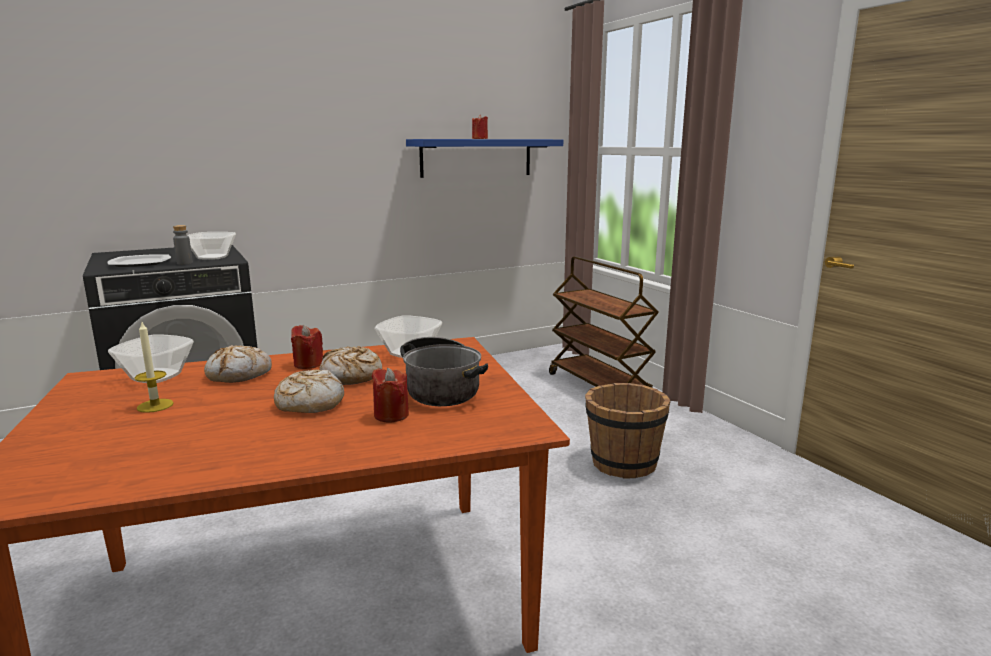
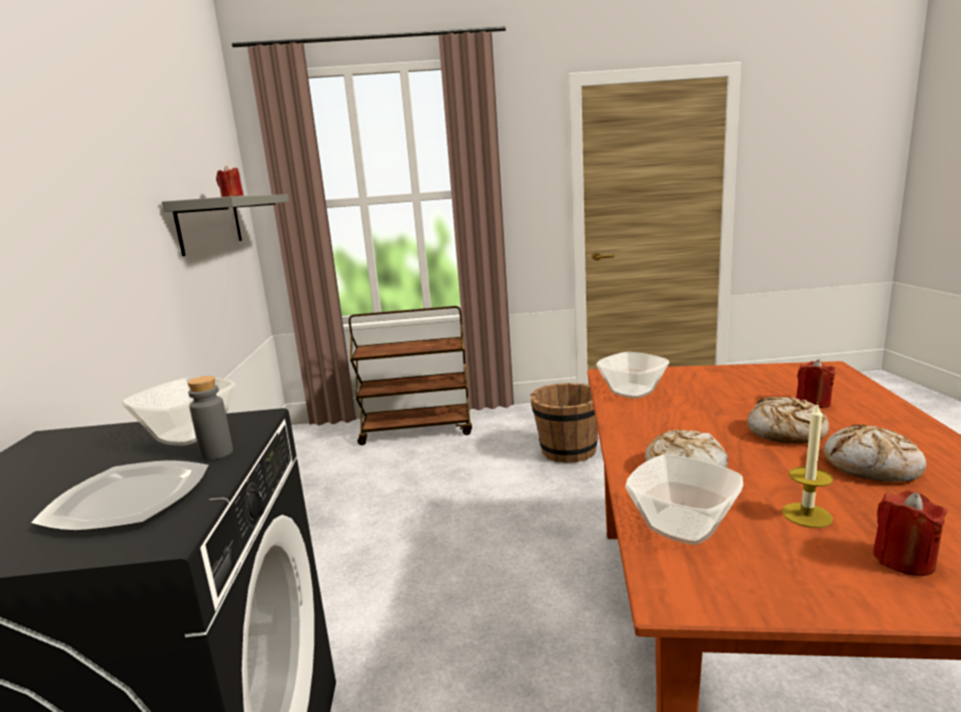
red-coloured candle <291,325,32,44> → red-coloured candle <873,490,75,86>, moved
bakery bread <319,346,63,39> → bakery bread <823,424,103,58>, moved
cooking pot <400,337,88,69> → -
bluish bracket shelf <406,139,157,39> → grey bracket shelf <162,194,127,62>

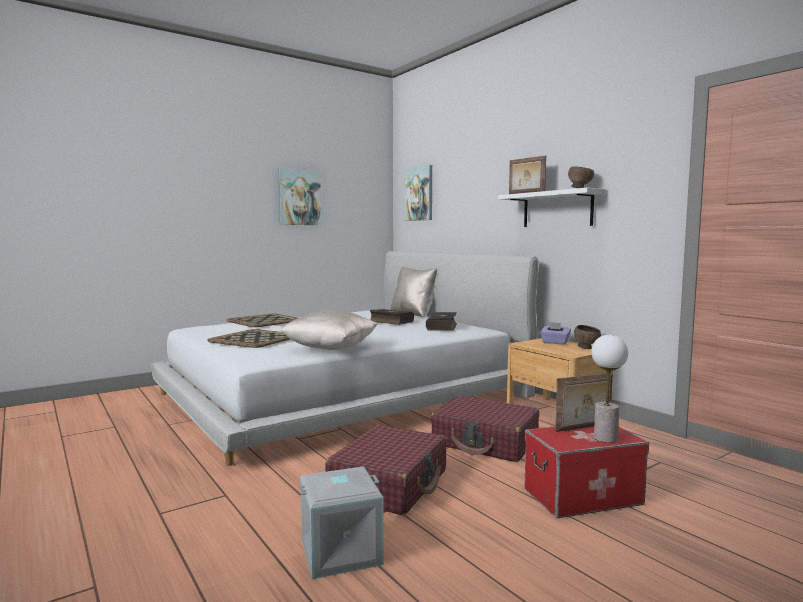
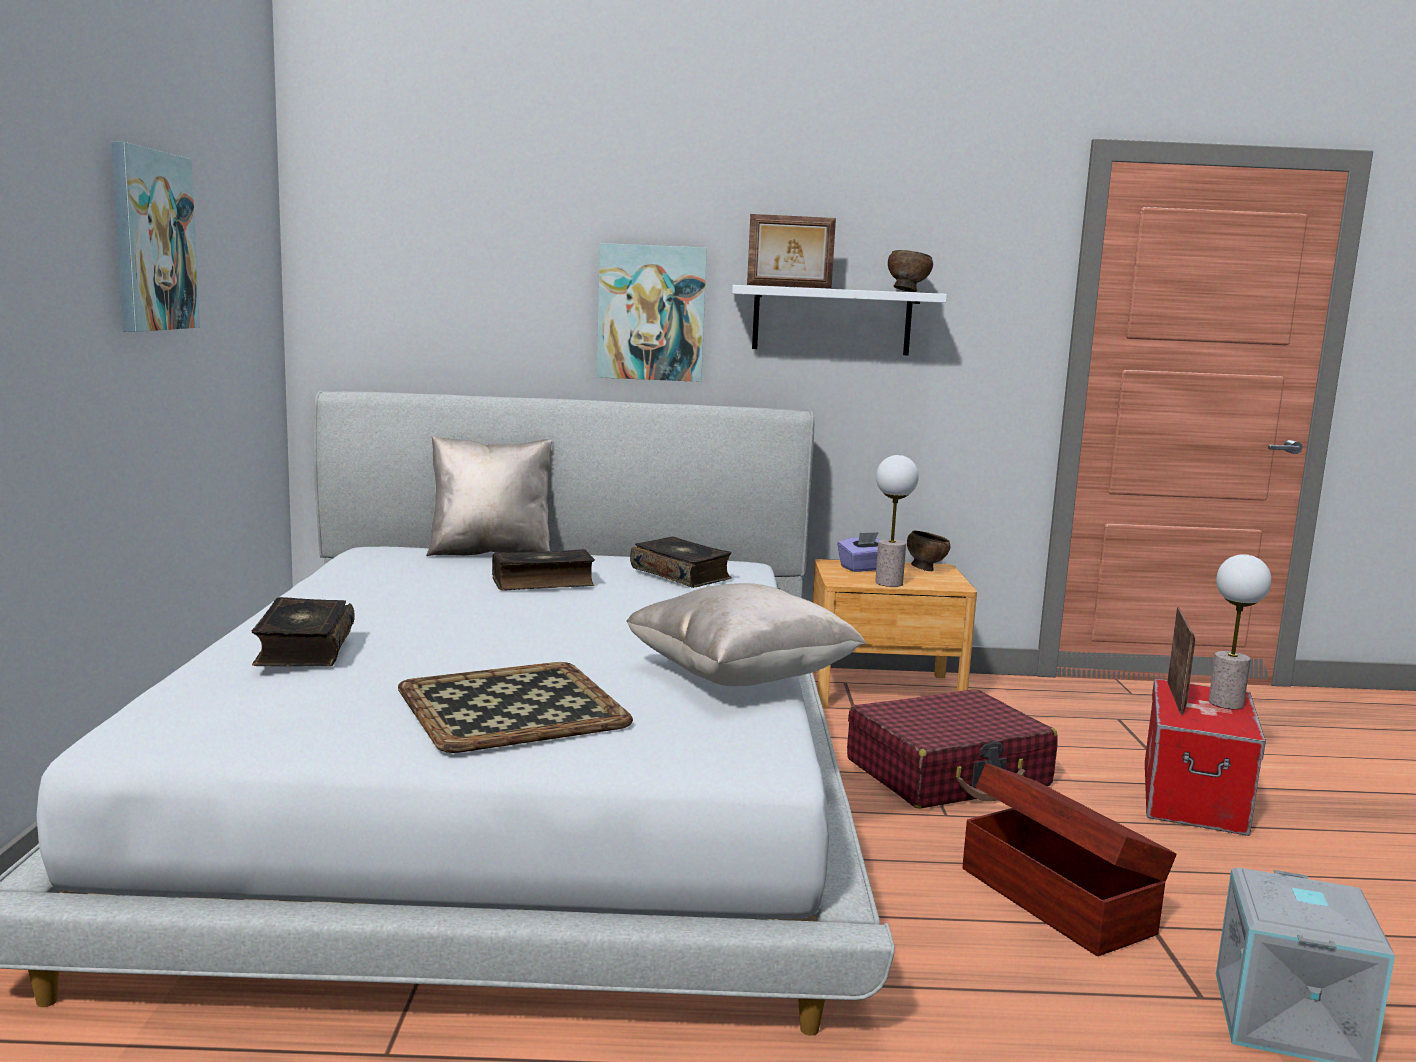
serving tray <226,313,72,14> → book <252,597,102,69>
red-coloured travel case <325,425,121,90> → brown-coloured storage box <963,763,214,193>
wall art <404,165,28,56> → wall art <597,243,110,139>, moved
- → table lamp <875,455,44,132>

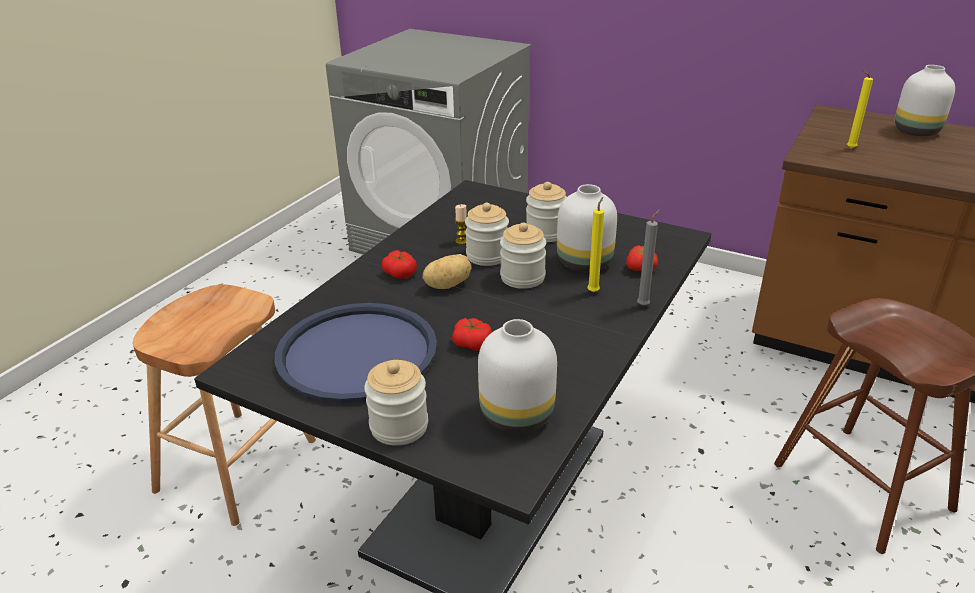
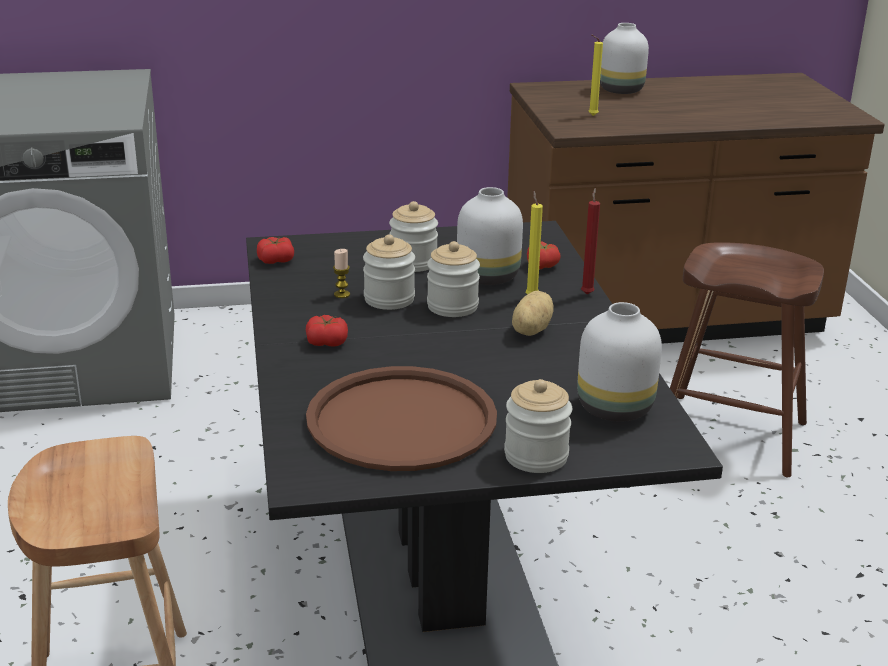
bluish serving tray <275,303,162,100> → brown-coloured serving tray <306,366,191,105>
potato <423,254,48,35> → potato <512,291,42,45>, moved
fresh tomato <452,318,40,32> → fresh tomato <257,237,37,27>, moved
grey candle <637,209,23,97> → red-coloured candle <581,188,19,107>

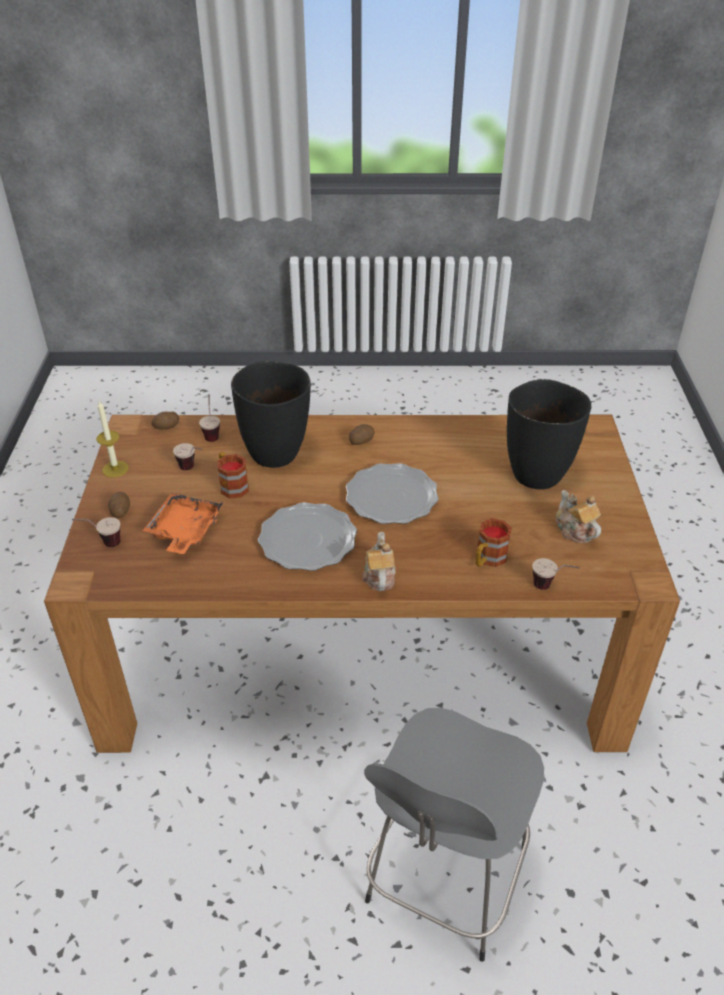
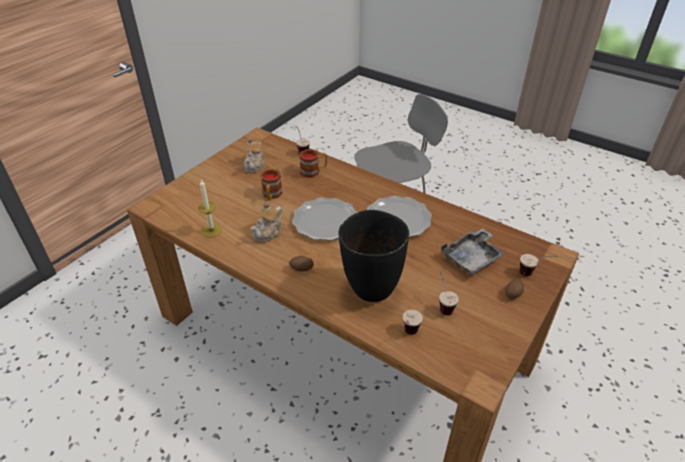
candle <96,401,33,76> → candle <198,180,24,58>, moved
orange-coloured serving tray <143,493,79,61> → grey serving tray <441,228,64,47>
potato <152,411,27,19> → -
coffee mug <217,452,32,46> → coffee mug <260,169,22,31>, moved
tea pot <362,531,34,60> → tea pot <251,202,32,41>, moved
black decorative vase <507,379,84,110> → -

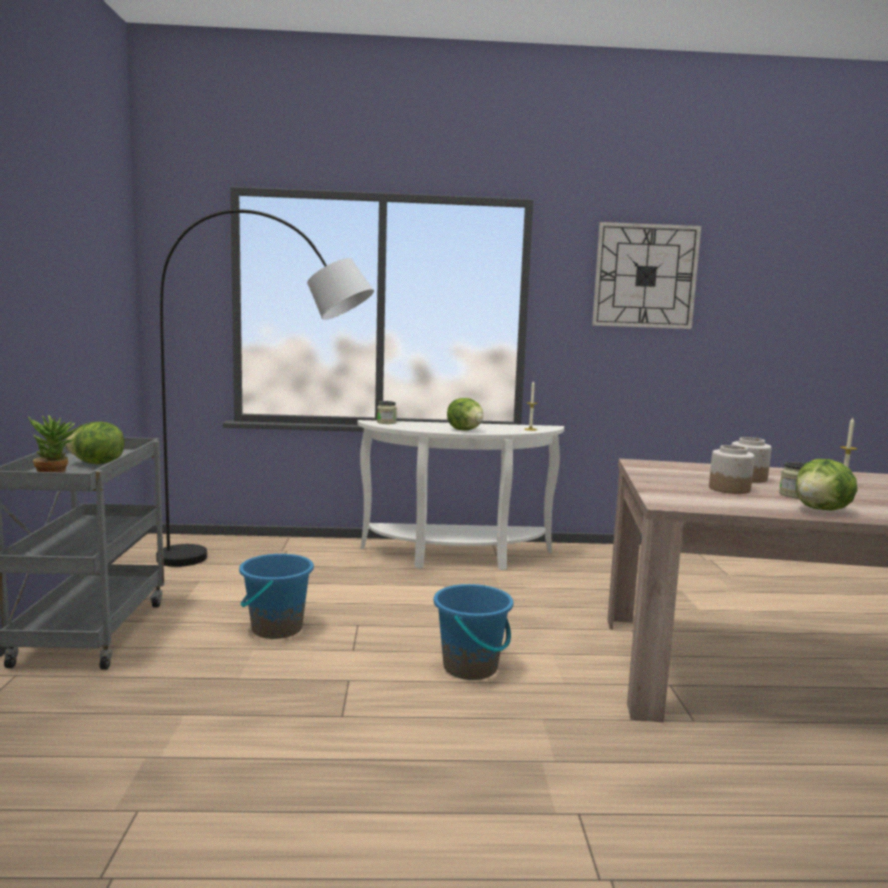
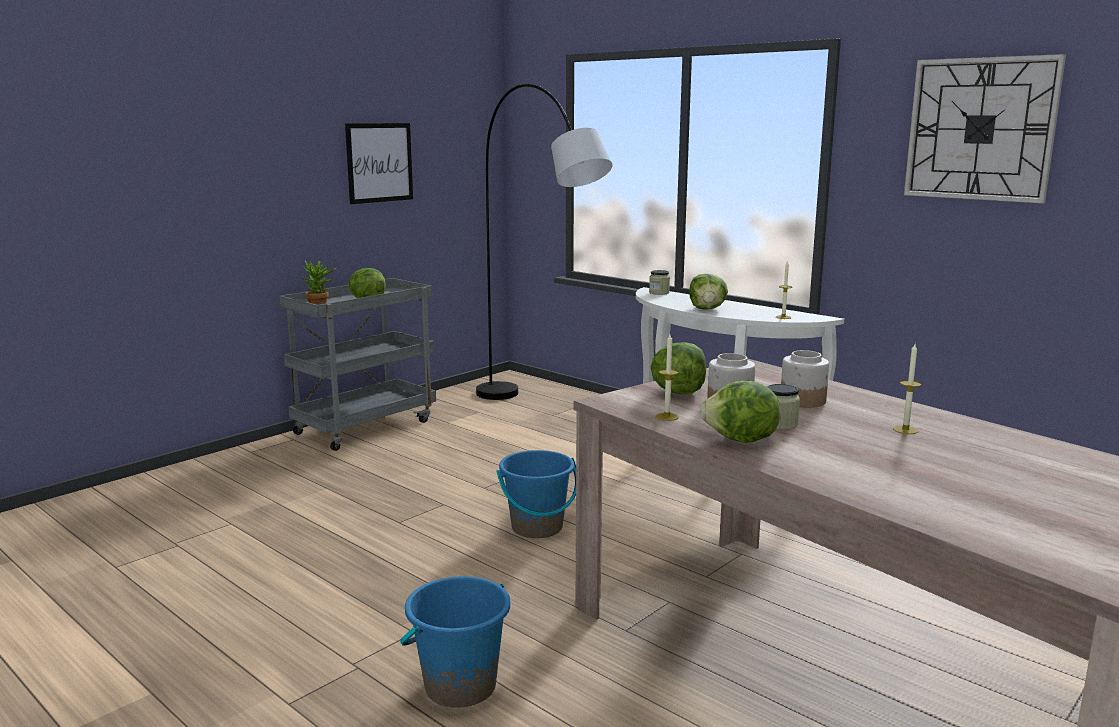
bluish water bucket <239,554,75,85> → bluish water bucket <400,576,110,132>, moved
- → wall art <345,123,68,81>
- → lettuce head <651,342,55,52>
- → candle <656,334,23,87>

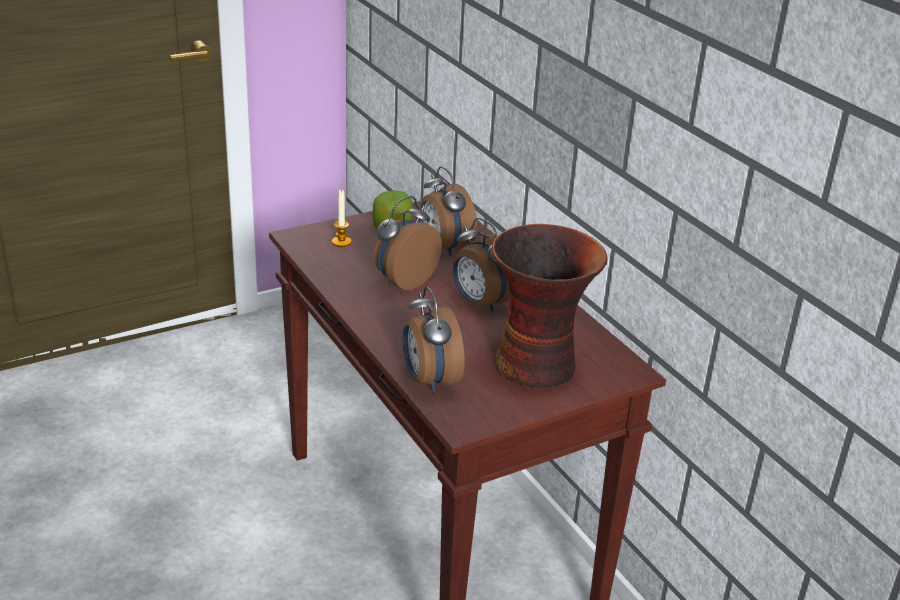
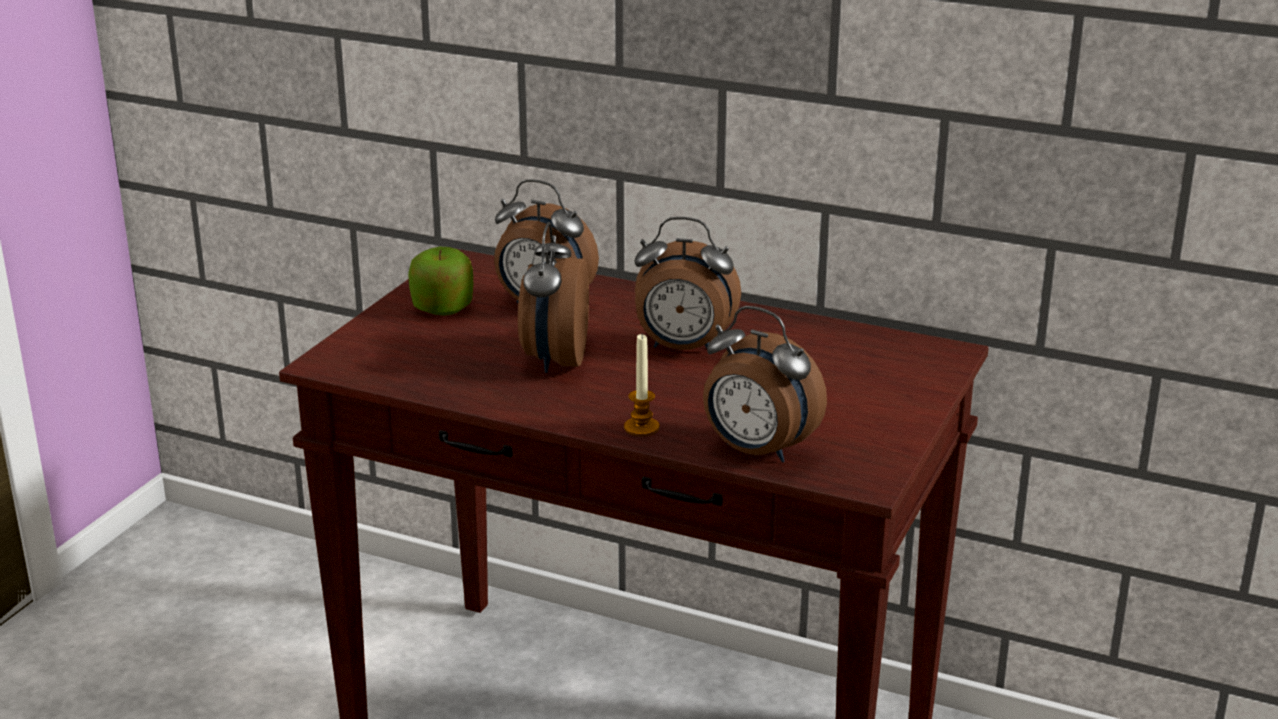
candle <332,189,20,58> → candle <624,334,35,102>, moved
decorative vase <492,224,116,164> → -

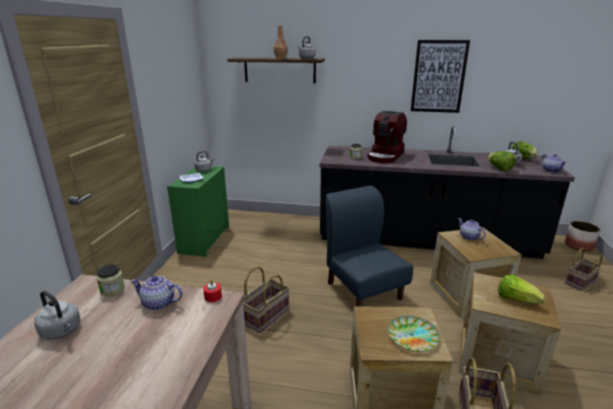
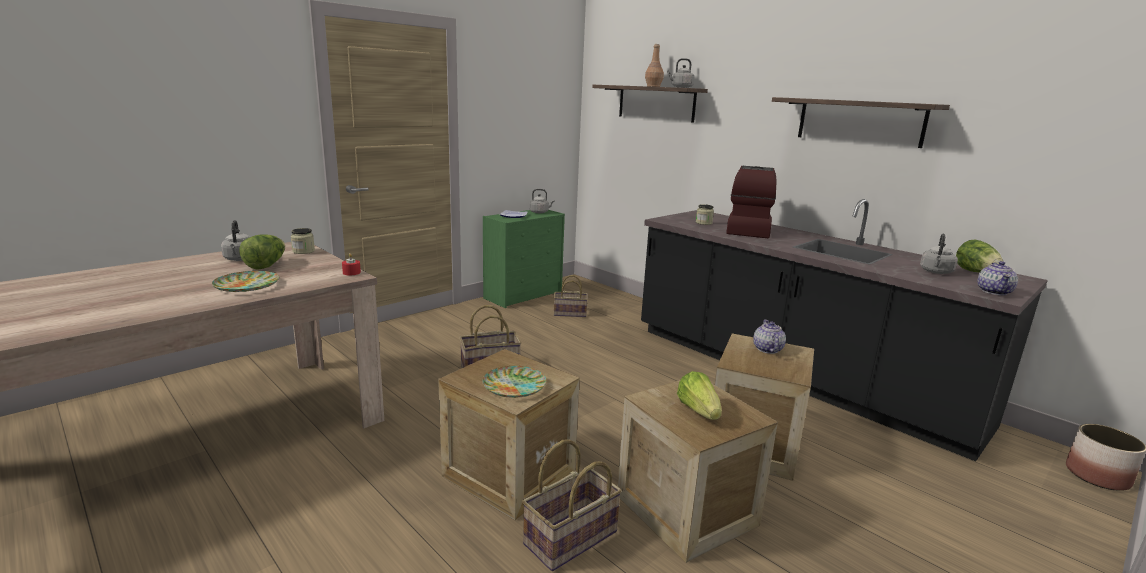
tea pot <130,276,53,34> → -
bluish plain chair <326,185,87,121> → -
coffee maker <367,111,40,52> → coffee maker <726,166,50,72>, 135 degrees clockwise
wall art <411,40,59,73> → bracket shelf <772,97,178,51>
lettuce head <488,151,28,20> → lettuce head <239,234,46,36>, moved
household basket <565,248,38,43> → household basket <554,275,34,42>, moved
- → plate <212,271,67,21>

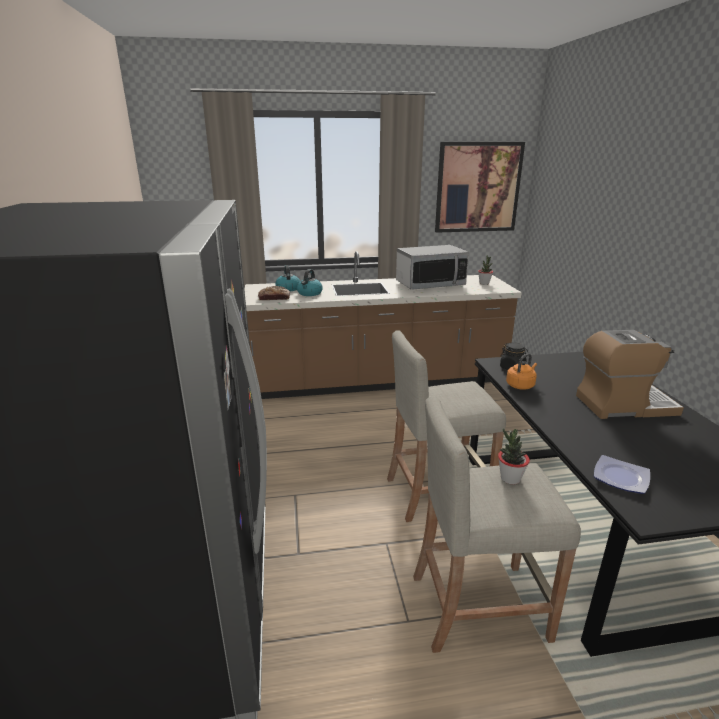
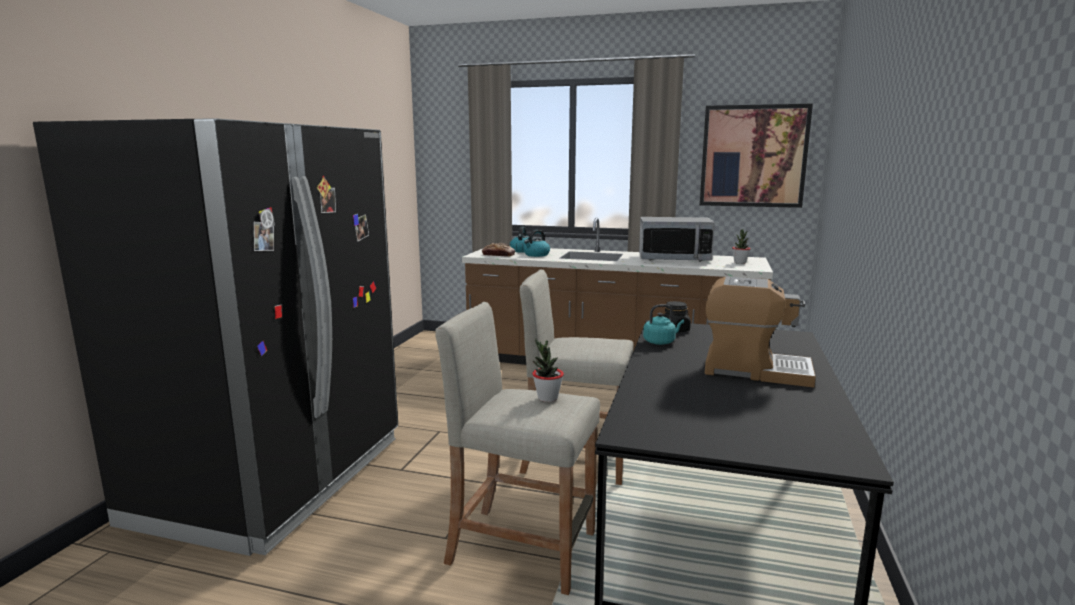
orange-coloured kettle <506,353,31,37> → turquoise kettle <643,304,41,41>
plate <594,455,56,39> → -

